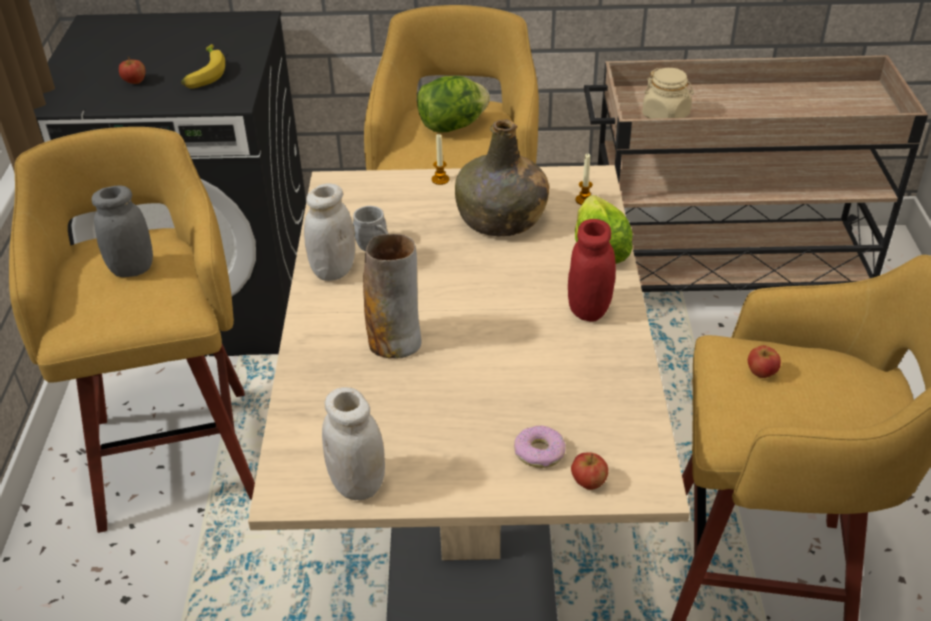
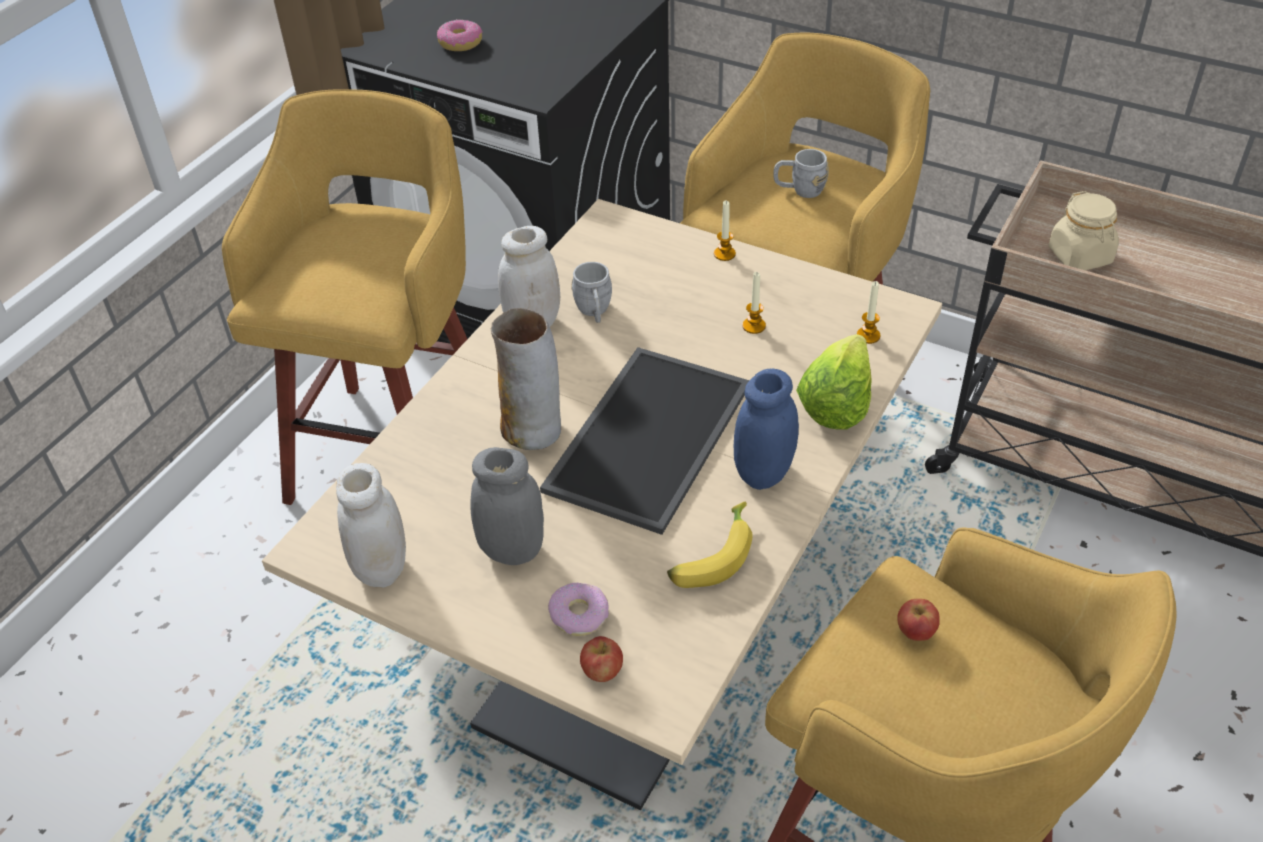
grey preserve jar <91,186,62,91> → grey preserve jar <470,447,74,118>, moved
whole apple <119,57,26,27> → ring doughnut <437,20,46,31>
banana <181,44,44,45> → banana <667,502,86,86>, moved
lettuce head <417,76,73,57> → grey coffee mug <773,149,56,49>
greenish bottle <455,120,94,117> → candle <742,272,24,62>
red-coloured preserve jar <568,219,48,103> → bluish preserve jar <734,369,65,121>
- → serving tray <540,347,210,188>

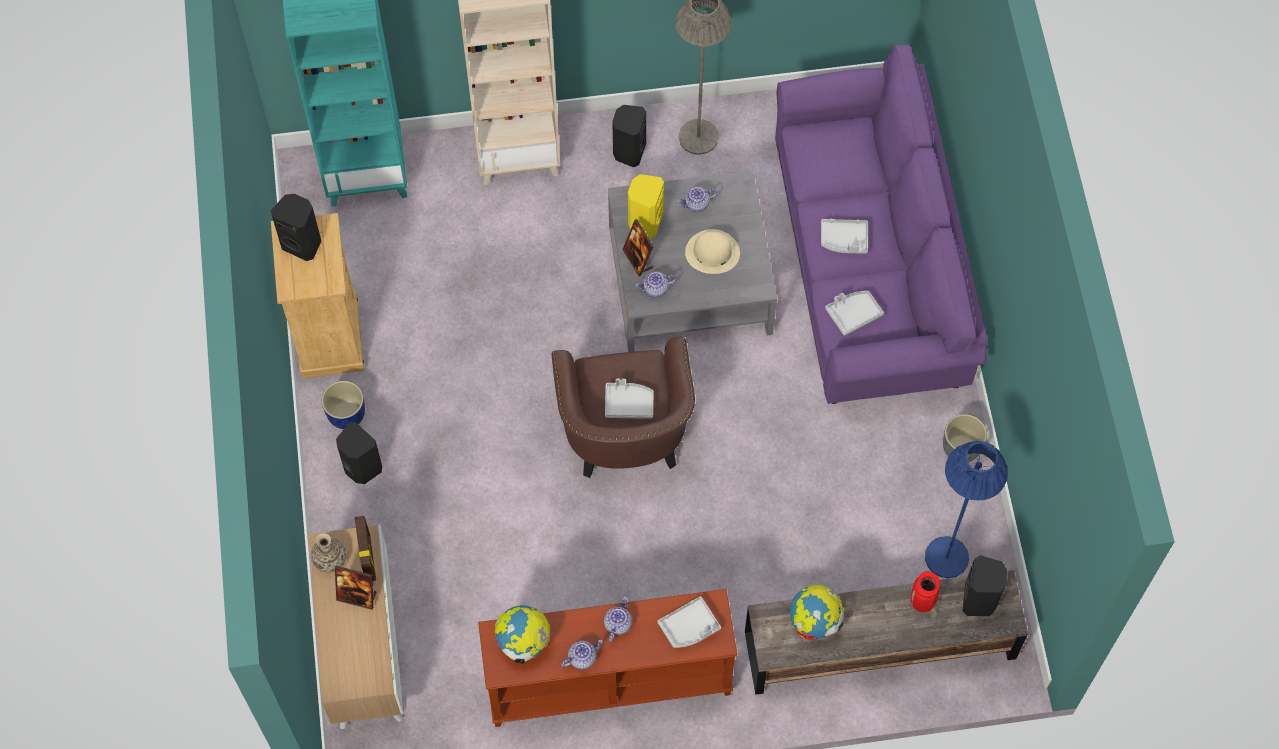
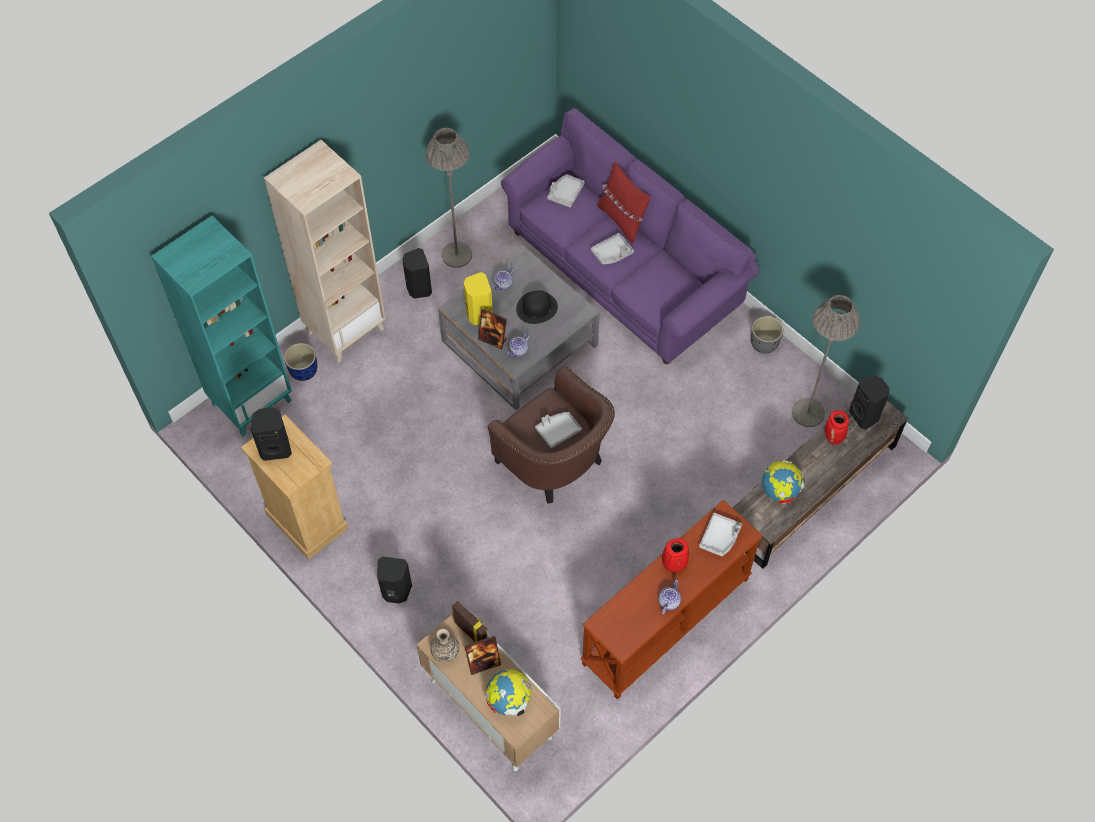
bluish plant pot <322,381,43,48> → bluish plant pot <284,343,33,38>, moved
world globe <494,605,56,59> → world globe <486,669,46,47>, moved
tea pot <604,597,28,45> → red-coloured decorative vase <662,538,27,34>
sand-coloured hat <685,229,55,45> → black hat <516,290,42,34>
grey serving tray <825,291,59,45> → grey serving tray <547,174,38,33>, moved
bluish standing lamp <925,441,83,137> → grey standing lamp <792,295,68,132>
- → red-coloured throw pillow <597,161,54,82>

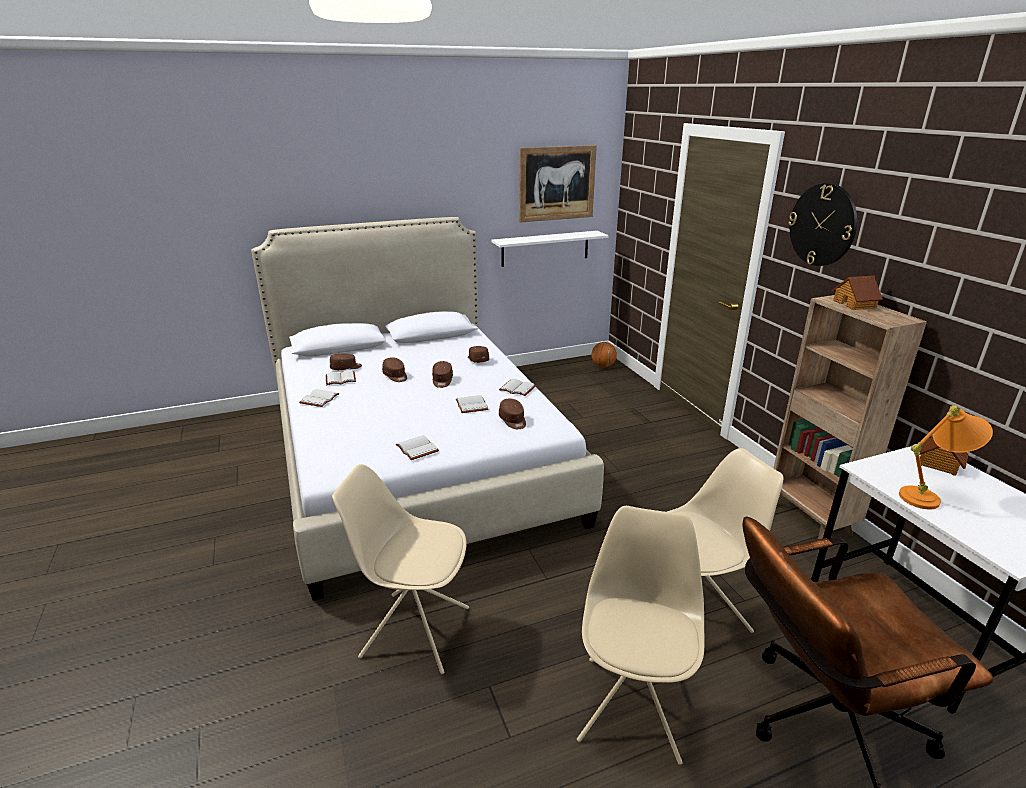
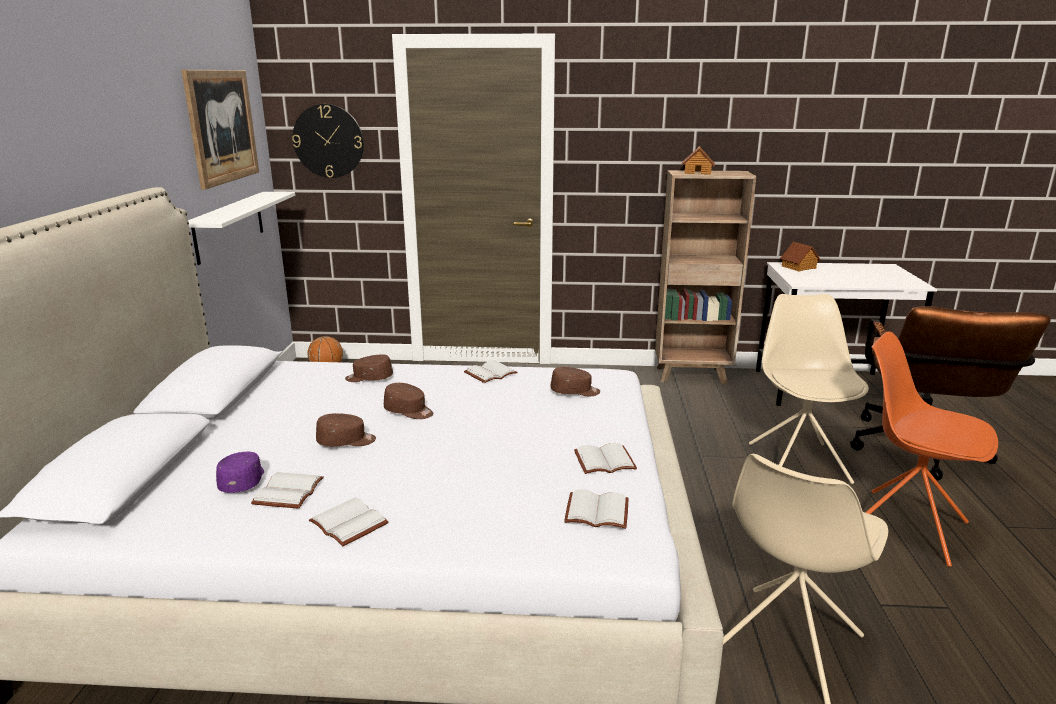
brown-coloured cap <330,353,32,17> → purplish cap <216,452,48,41>
whitish book <456,395,32,18> → whitish book <564,489,65,40>, moved
sand-coloured plain chair <577,506,128,259> → orange-coloured plain chair <865,331,133,236>
wall clock <788,183,69,83> → wall clock <292,104,72,74>, moved
orange-coloured table lamp <899,405,94,104> → -

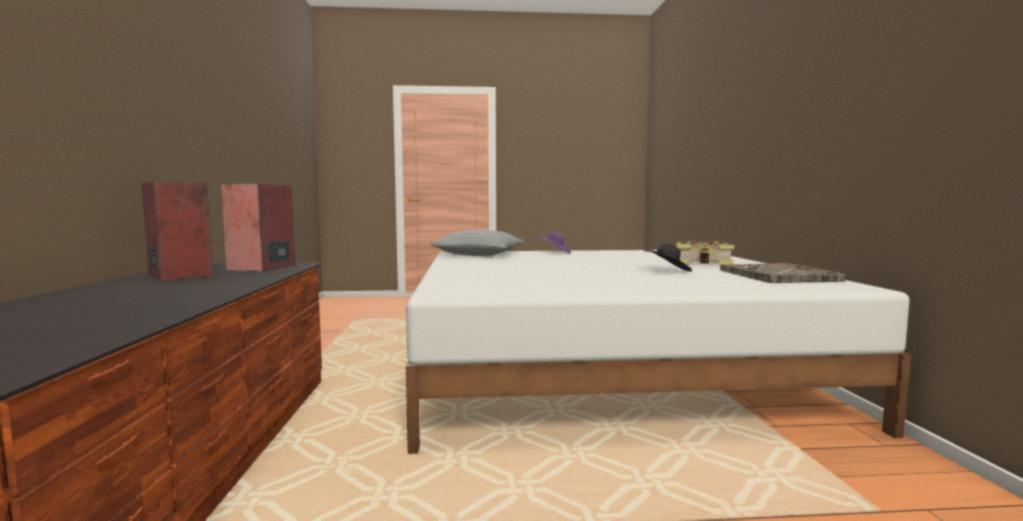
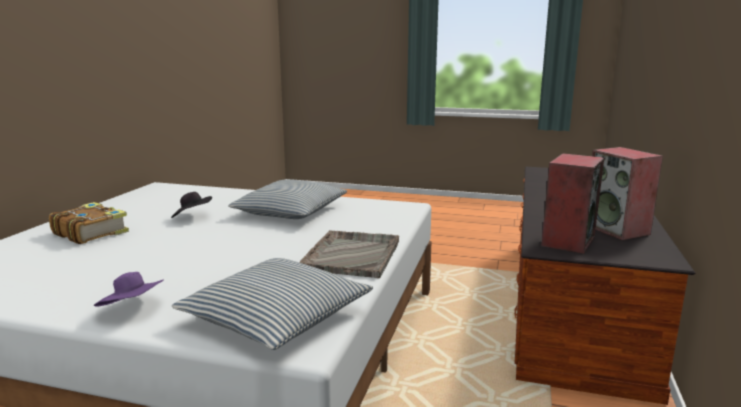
grey serving tray <720,263,126,20> → grey serving tray <299,230,100,48>, moved
- → throw pillow <228,179,119,40>

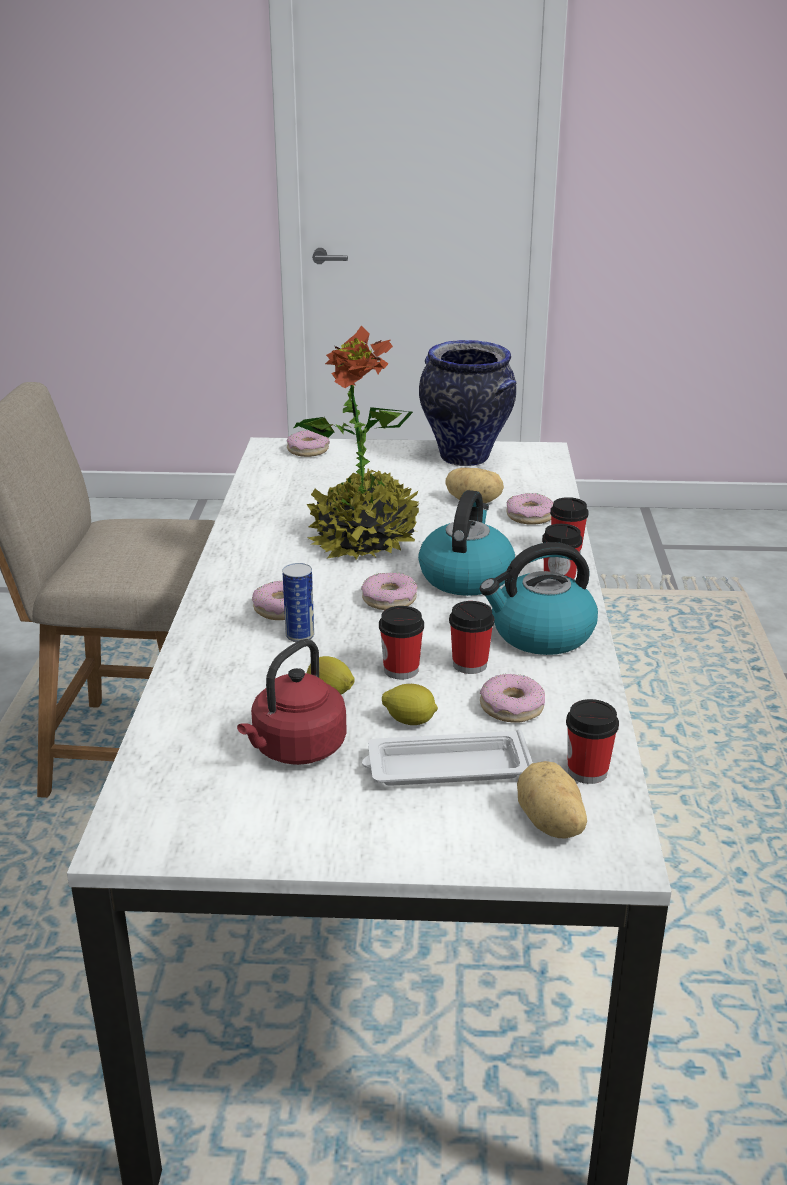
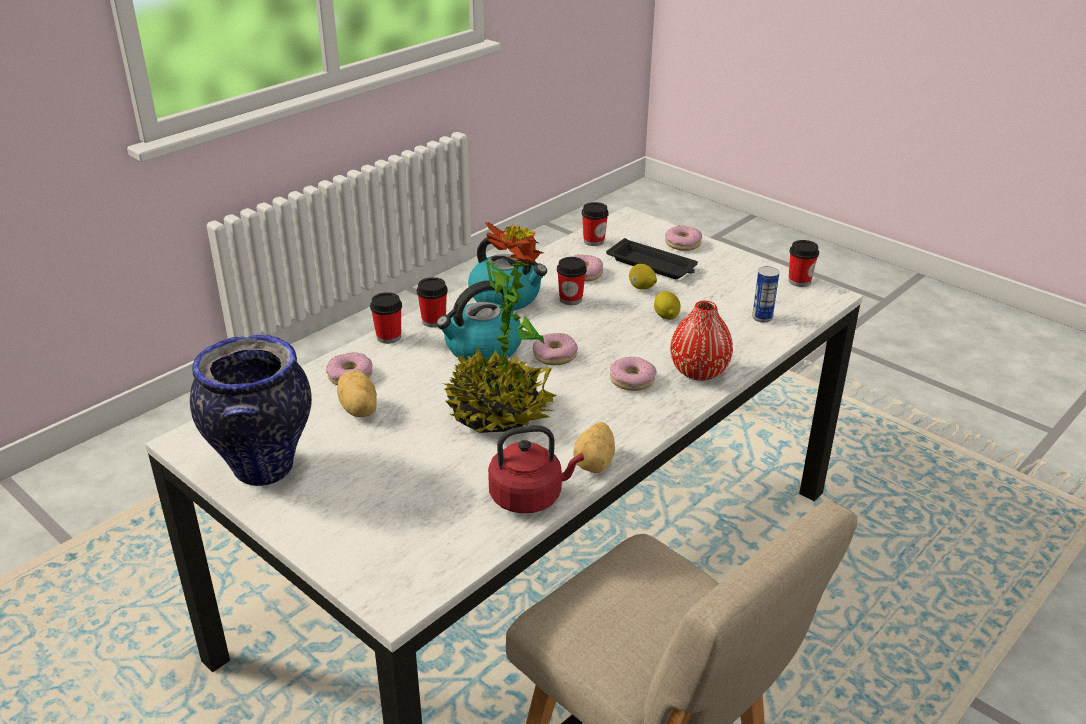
red-coloured kettle <237,639,110,126> → red-coloured kettle <488,425,96,88>, moved
can <282,563,32,79> → can <752,266,27,57>, moved
ring doughnut <287,430,43,27> → ring doughnut <665,225,37,26>, moved
whitish serving tray <362,729,171,57> → black serving tray <606,238,92,41>
small cup <379,606,45,73> → small cup <789,240,30,47>, moved
potato <517,761,70,78> → potato <573,422,42,51>, moved
- → red-coloured decorative vase <670,301,63,80>

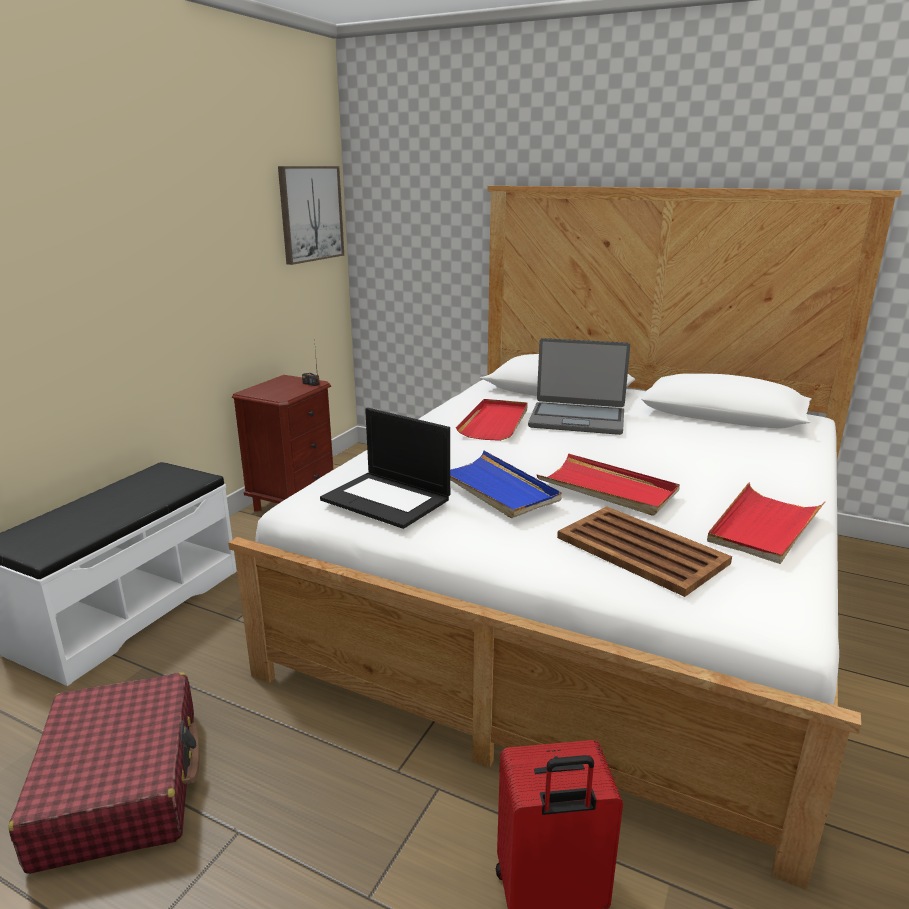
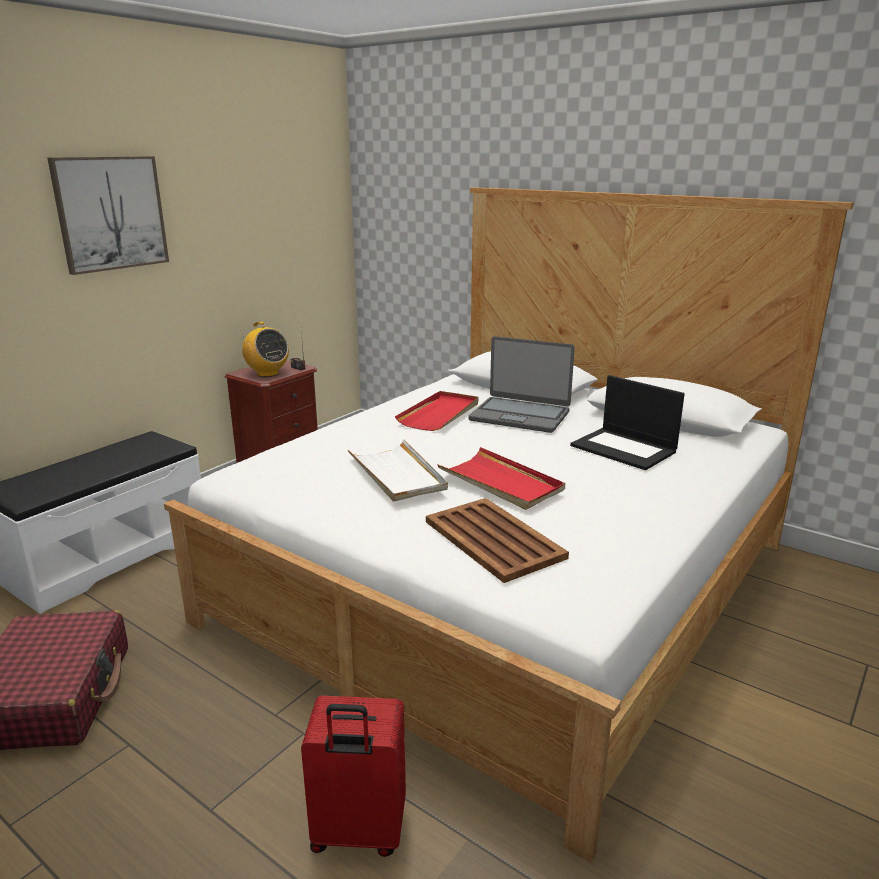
wall art <278,166,66,99> → wall art <47,156,122,119>, moved
portable computer <320,408,130,121> → portable computer <570,375,115,95>, moved
bluish serving tray <450,451,112,67> → whitish serving tray <347,439,101,63>
red-coloured serving tray <707,482,118,82> → -
- → radio <241,322,48,55>

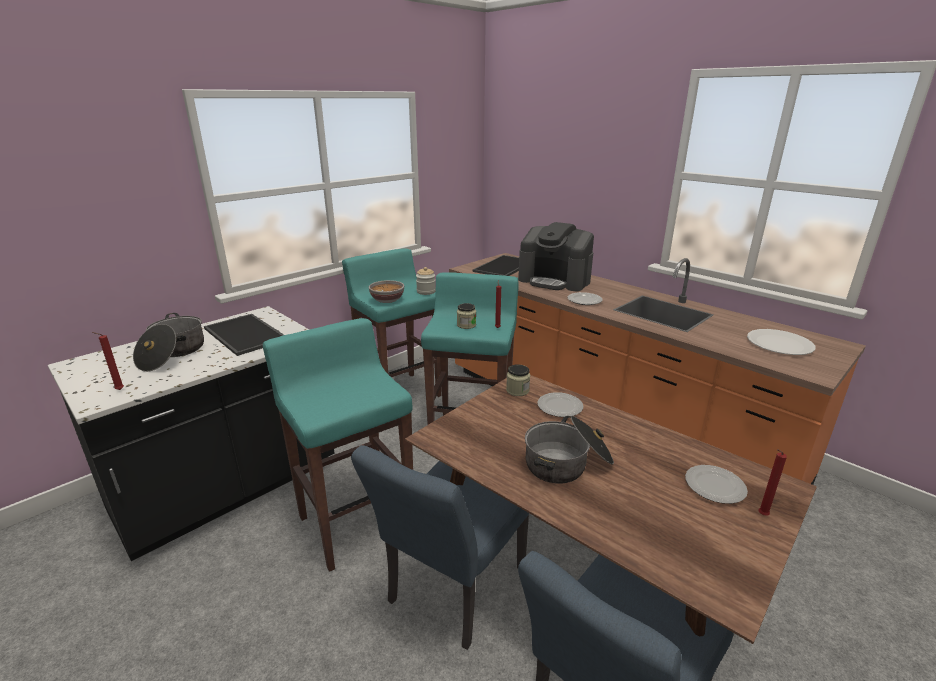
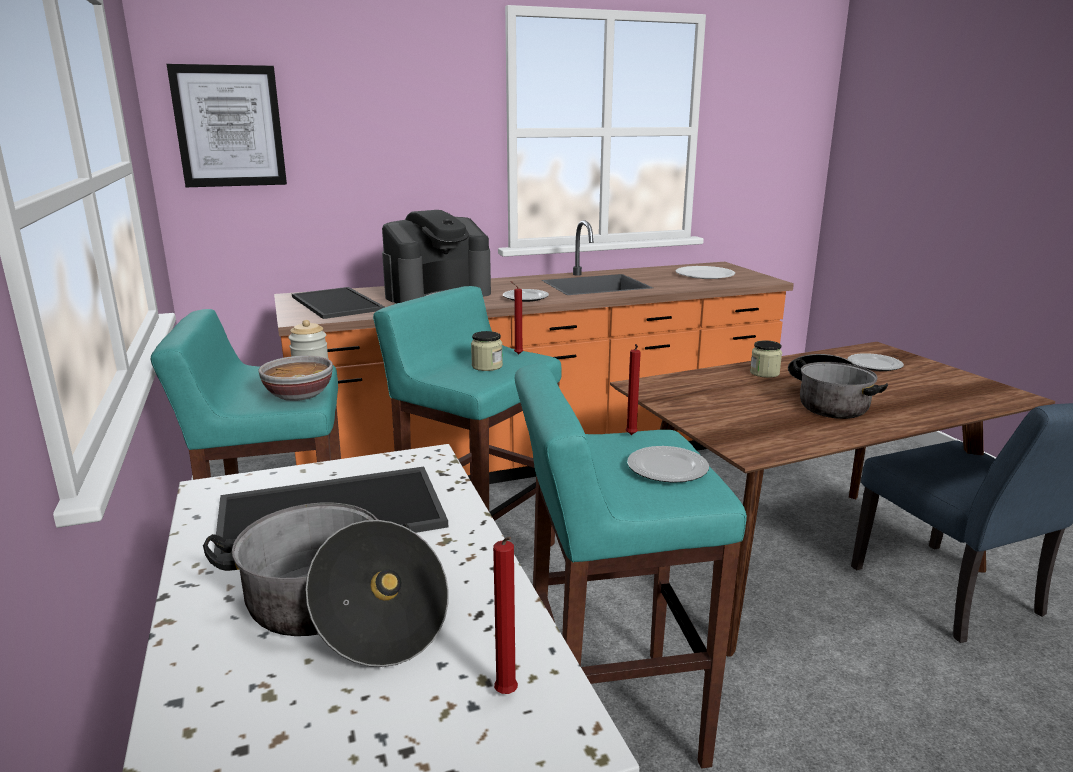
bluish plain chair <351,445,178,205> → -
preserve jar <506,364,24,32> → preserve jar <750,340,32,38>, moved
plate <537,392,46,25> → plate <627,446,82,37>, moved
red-coloured candle <758,449,29,66> → red-coloured candle <626,344,15,91>, moved
- → wall art <167,64,120,123>

